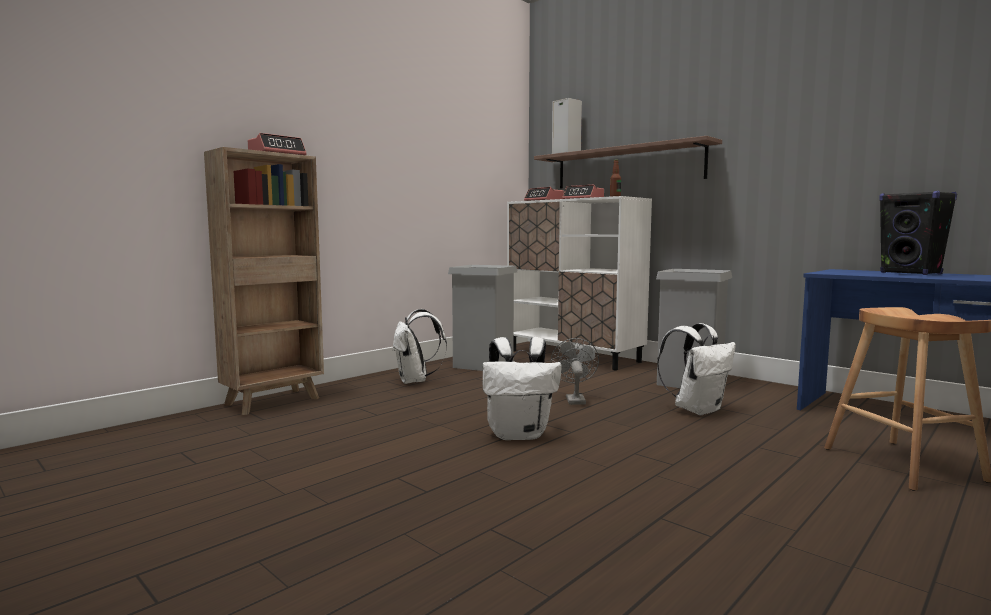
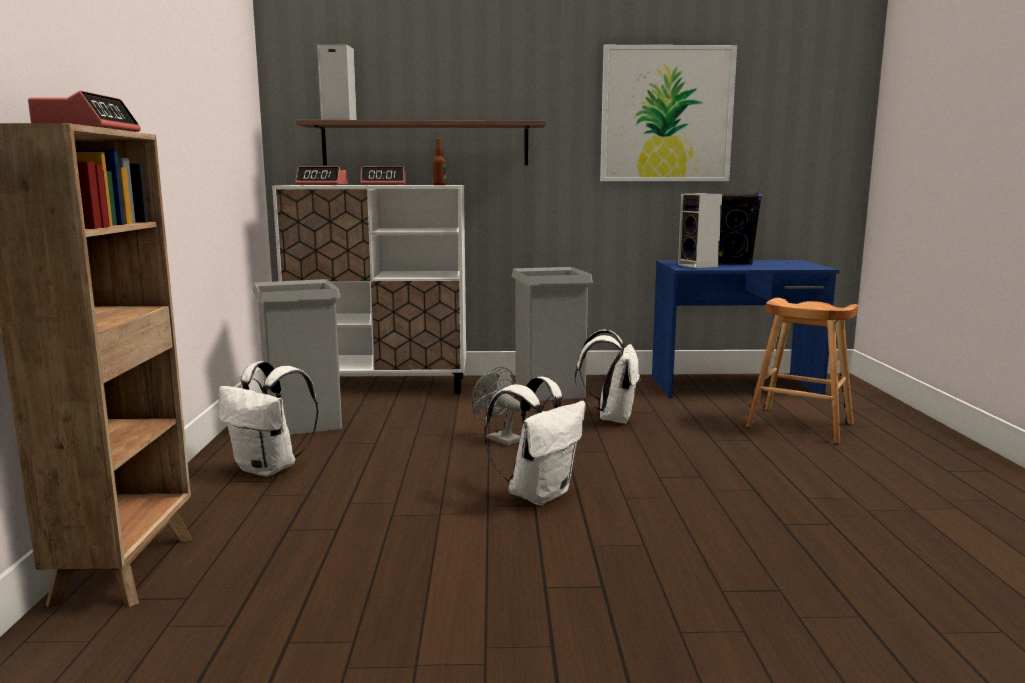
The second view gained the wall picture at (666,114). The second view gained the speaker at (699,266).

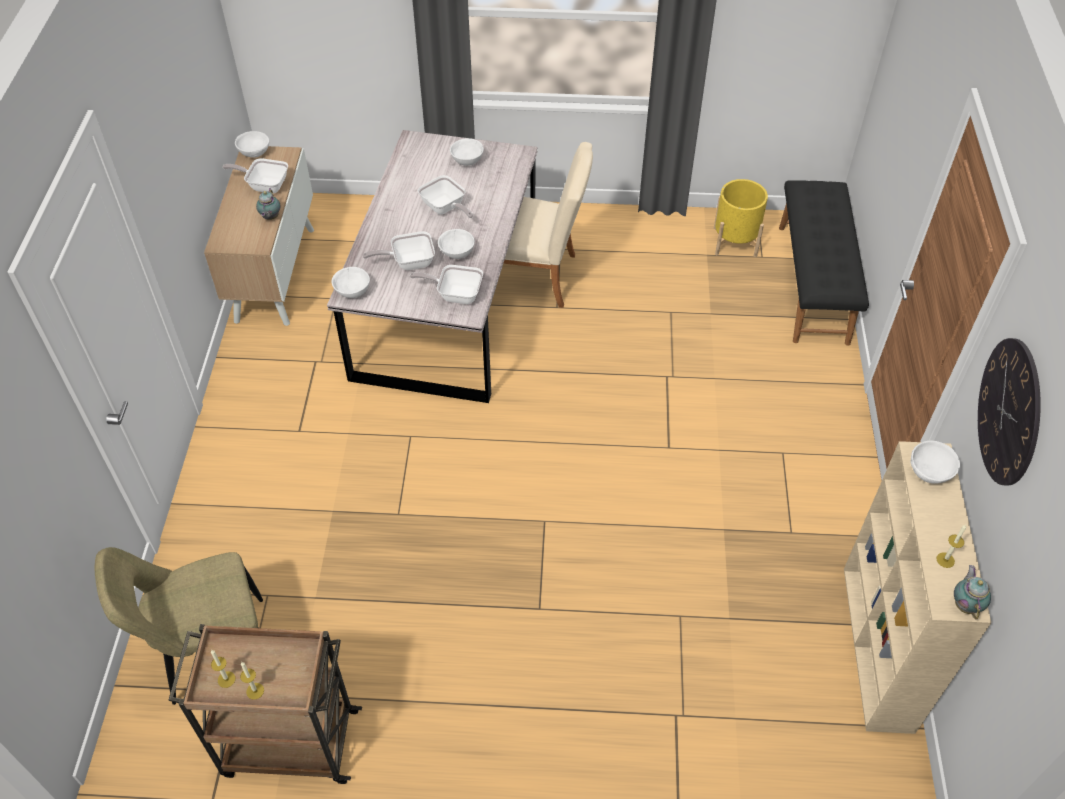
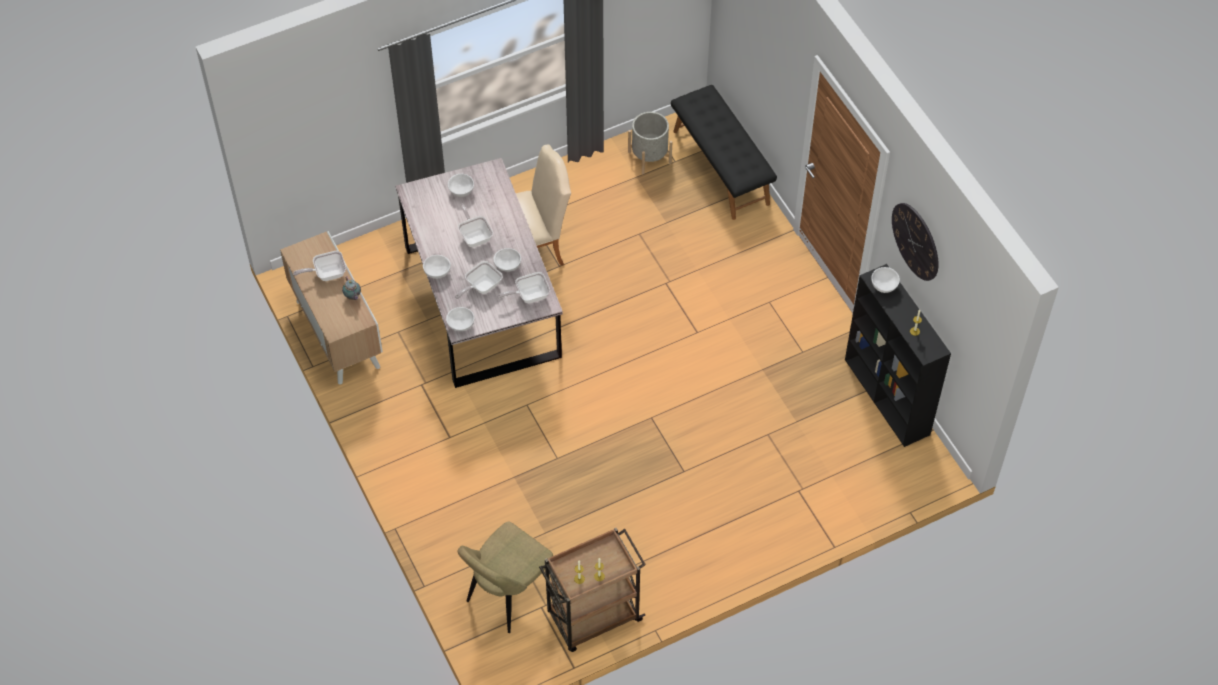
The deep dish (whitish) ended up elsewhere, having gone from (254,153) to (437,272). The skillet at (445,209) ended up facing another way, 135 degrees counterclockwise from before. What was the planter (yellow-coloured) at (735,241) turned into the planter (gray) at (649,157). What was the shelving unit (beige-coloured) at (878,649) turned into the shelving unit (black-coloured) at (888,397). The second view lost the teapot at (965,604).

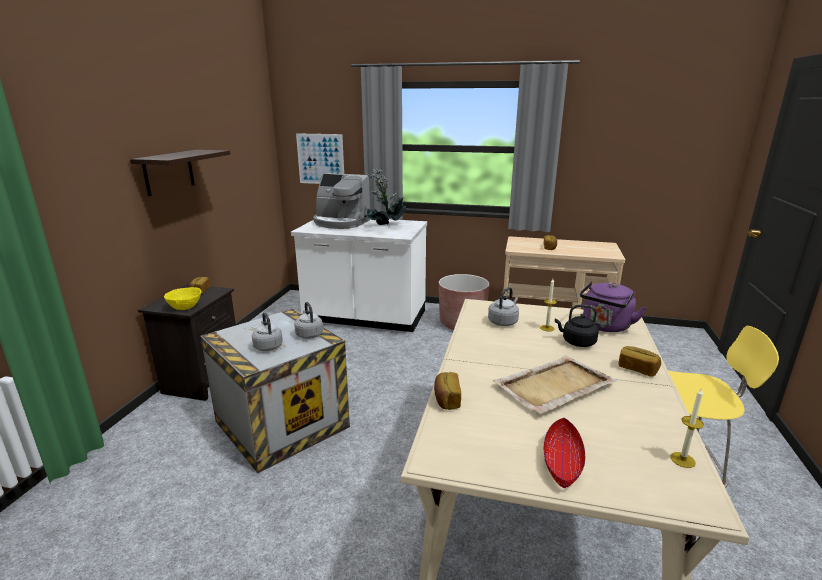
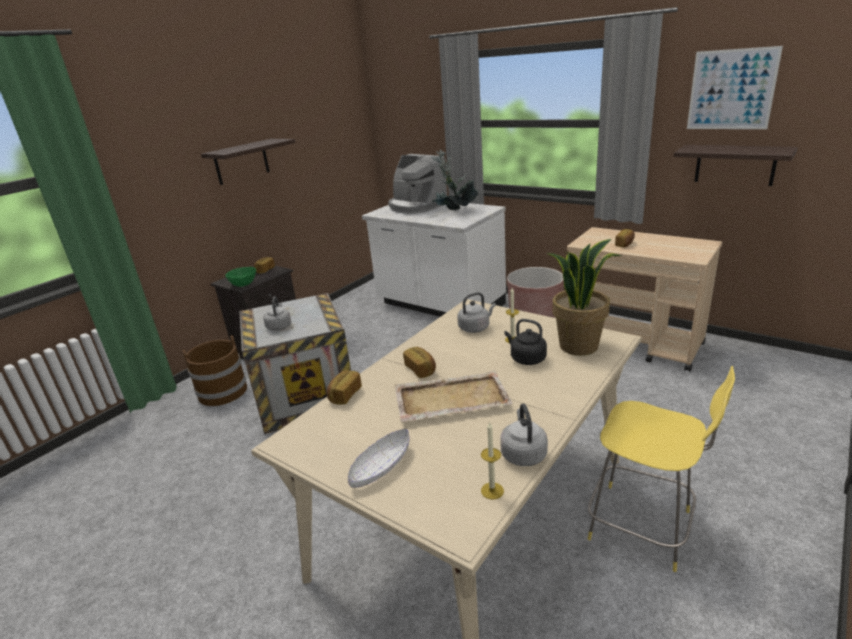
The second view gained the bucket (brown-coloured) at (223,391). What was the deep dish (yellow-coloured) at (185,307) turned into the deep dish (greenish) at (243,284). What was the deep dish (red-coloured) at (562,462) turned into the deep dish (whitish) at (381,467). The baked bread ended up elsewhere, having gone from (637,369) to (421,369). The water kettle (gray) ended up elsewhere, having gone from (309,334) to (523,453). Where the water kettle (purple-coloured) stood at (605,327), the houseplant came to stand at (578,346). The second view gained the shelf at (735,164). The wall picture ended up elsewhere, having gone from (320,159) to (731,90).

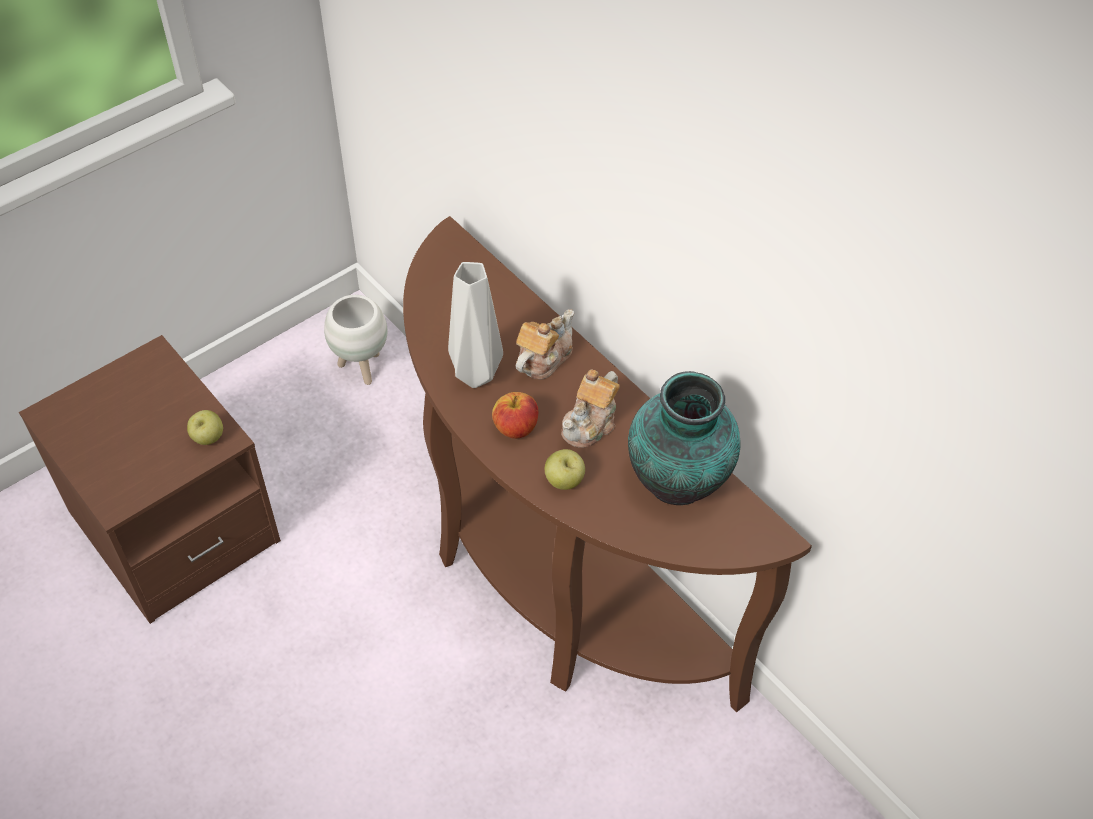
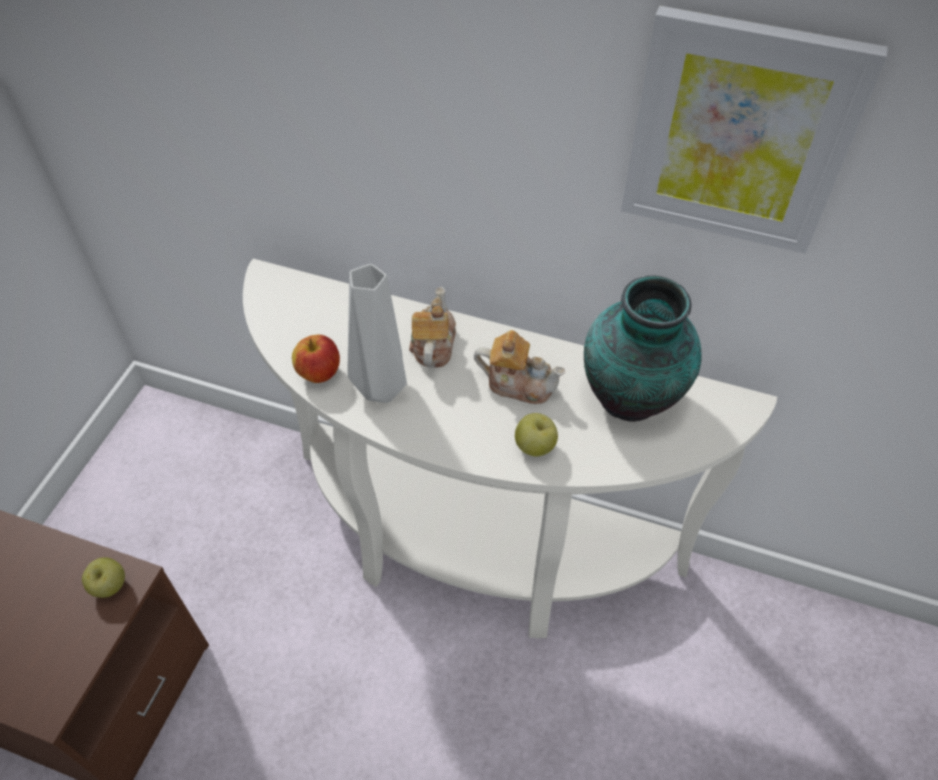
What was the hall table (brown-coloured) at (551,581) turned into the hall table (whitish) at (472,550). The apple fruit ended up elsewhere, having gone from (516,428) to (319,373). The teapot at (590,424) ended up facing another way, 75 degrees counterclockwise from before. The second view gained the wall picture at (739,134). The second view lost the planter (whitish) at (361,368).

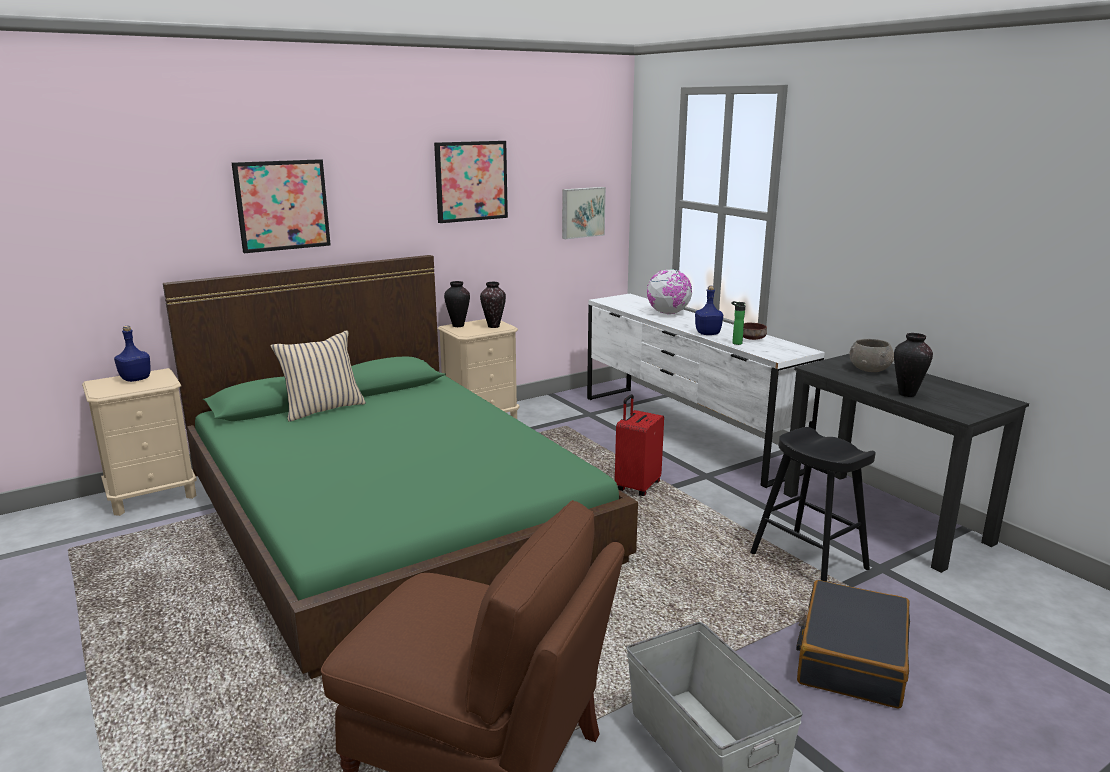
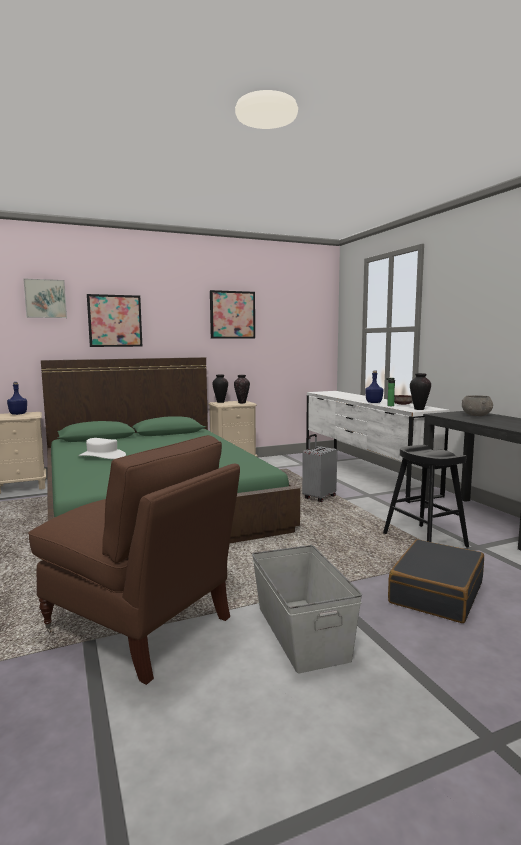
The wall picture ended up elsewhere, having gone from (582,212) to (45,298). The second view gained the hat (whitish) at (102,456). What was the piece of luggage (red-coloured) at (637,486) turned into the piece of luggage (gray) at (318,498). The vase ended up elsewhere, having gone from (906,394) to (418,409). The second view lost the throw pillow (beige-coloured) at (322,409). The second view lost the globe at (668,313).

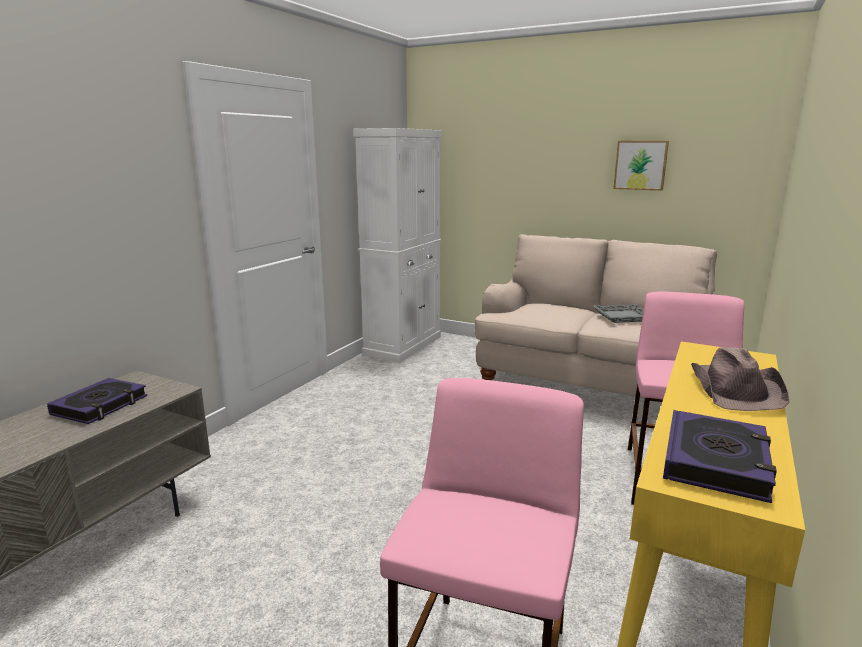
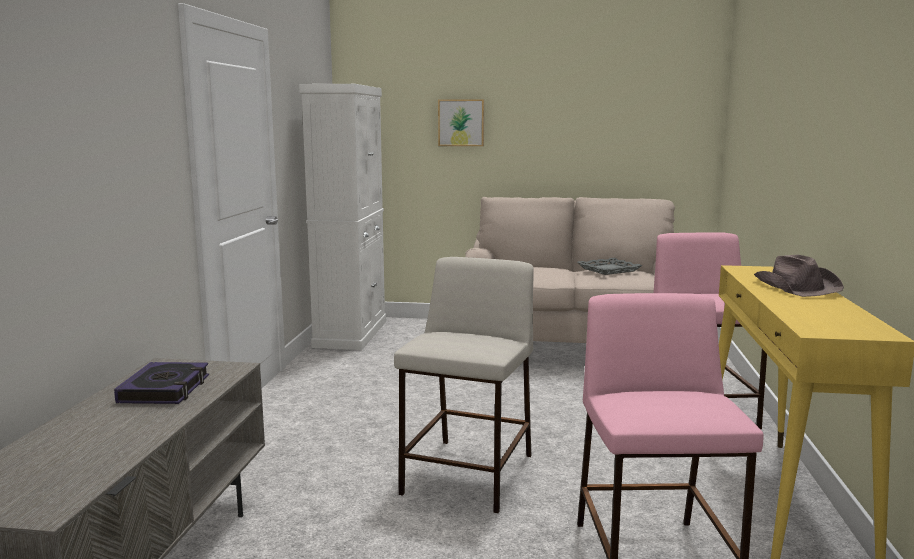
The second view gained the stool seat (beige-coloured) at (468,475). The wall picture ended up elsewhere, having gone from (640,165) to (461,122). The second view lost the volume at (715,462).

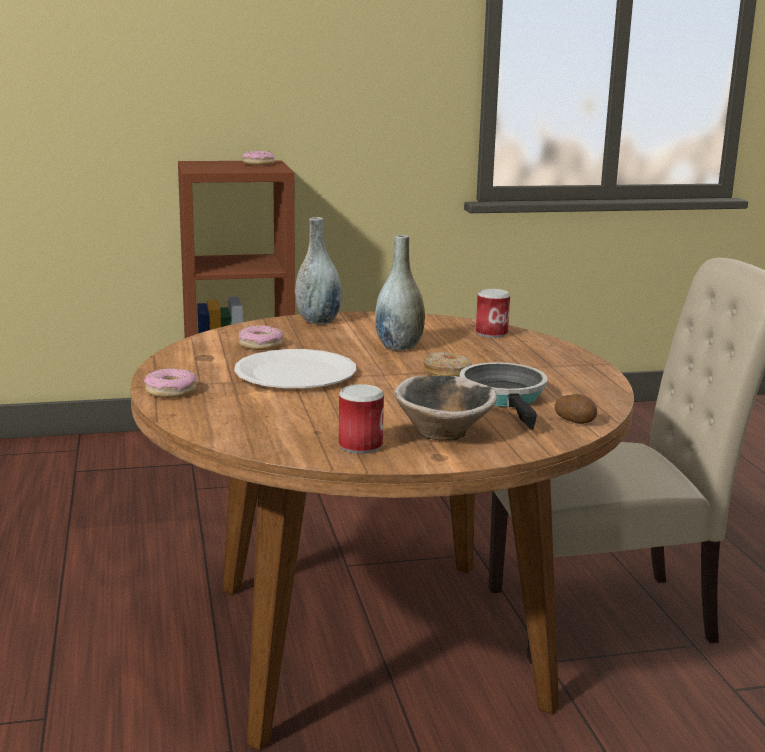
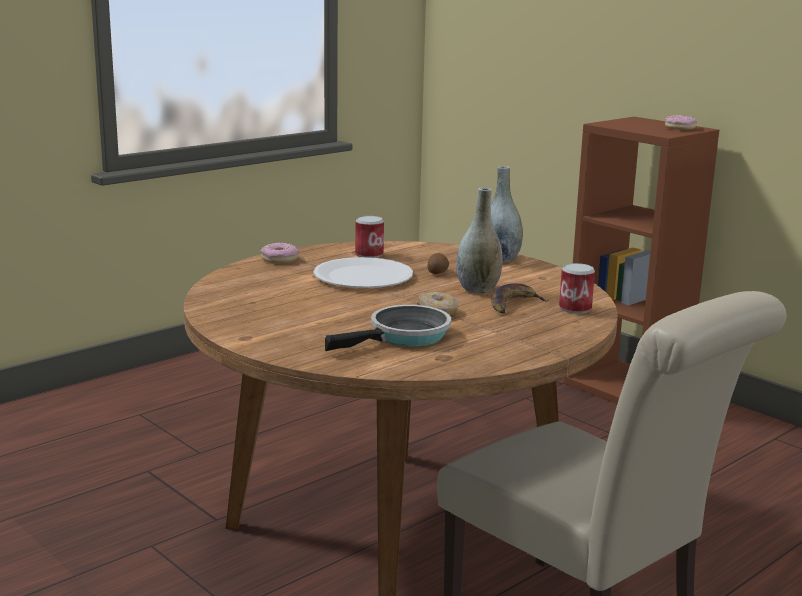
The sealed can ended up elsewhere, having gone from (360,446) to (369,255). The potato ended up elsewhere, having gone from (575,421) to (438,272). The second view gained the banana at (513,304). The second view lost the doughnut at (261,345). The second view lost the deep dish at (443,433).

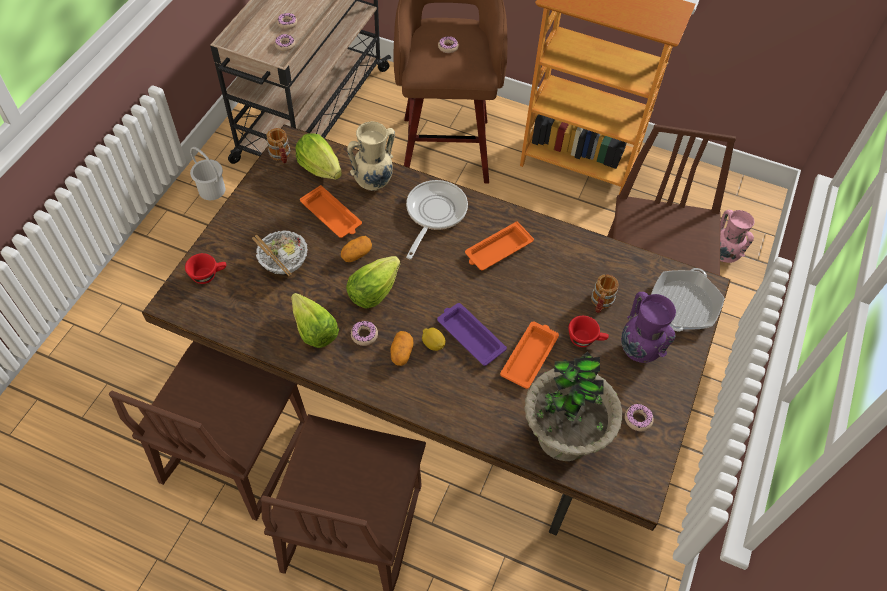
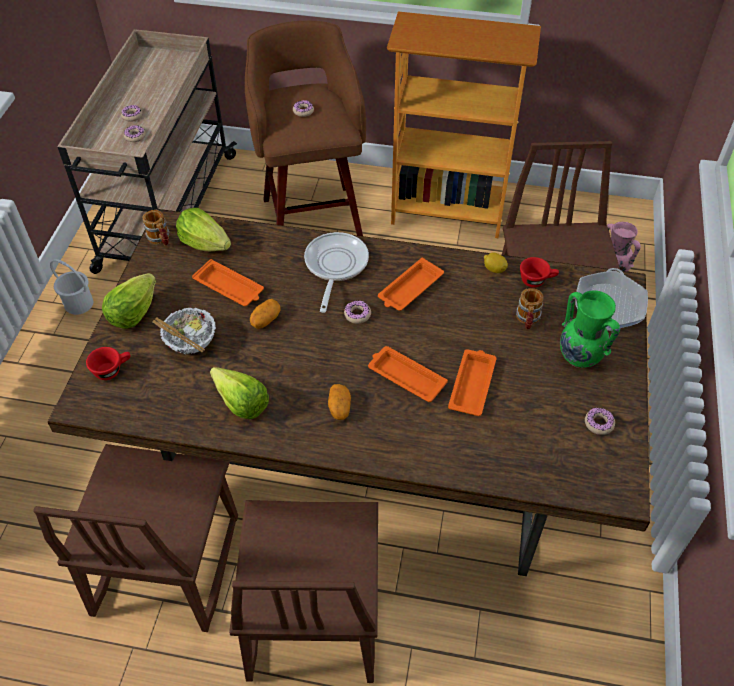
The head of lettuce ended up elsewhere, having gone from (373,292) to (133,313). The doughnut ended up elsewhere, having gone from (364,335) to (357,314). What was the serving tray (purple-coloured) at (469,336) turned into the serving tray (orange) at (405,376). The whole lemon ended up elsewhere, having gone from (433,344) to (494,269). The small cup (red-coloured) ended up elsewhere, having gone from (585,339) to (537,280). What was the vase (purple-coloured) at (638,352) turned into the vase (greenish) at (579,359). The second view lost the vase (beige-coloured) at (374,183). The second view lost the houseplant at (563,436).

